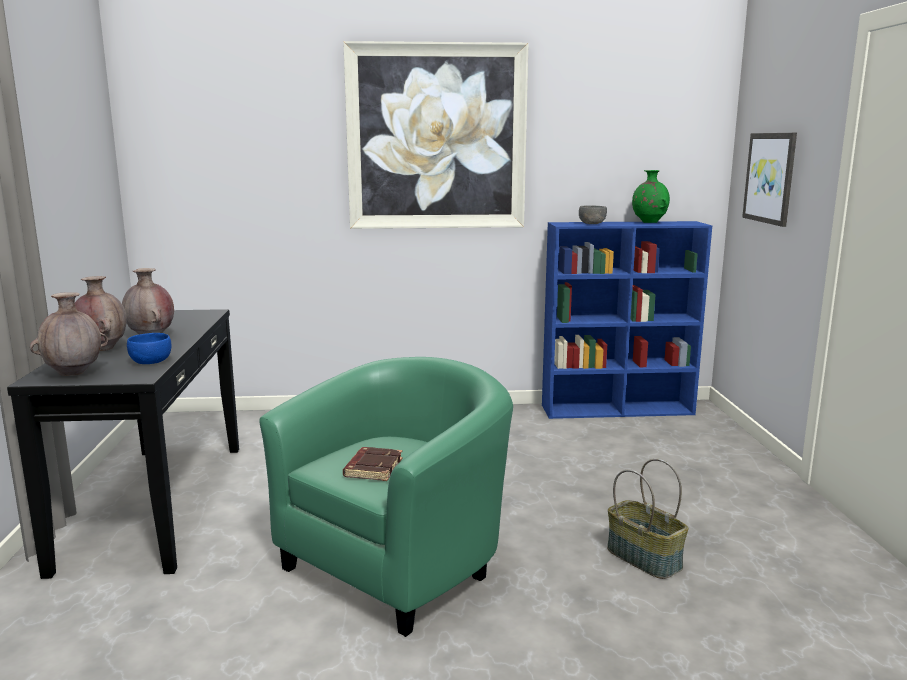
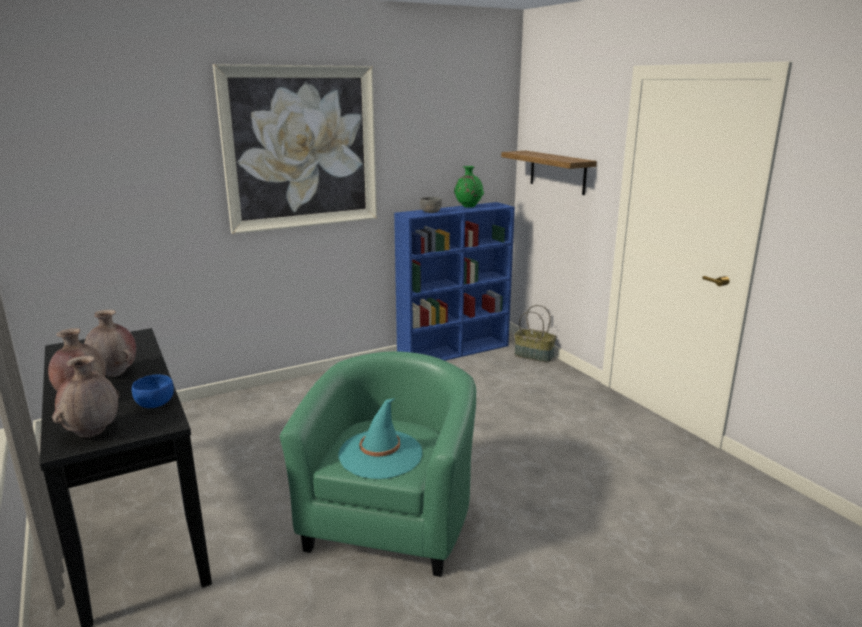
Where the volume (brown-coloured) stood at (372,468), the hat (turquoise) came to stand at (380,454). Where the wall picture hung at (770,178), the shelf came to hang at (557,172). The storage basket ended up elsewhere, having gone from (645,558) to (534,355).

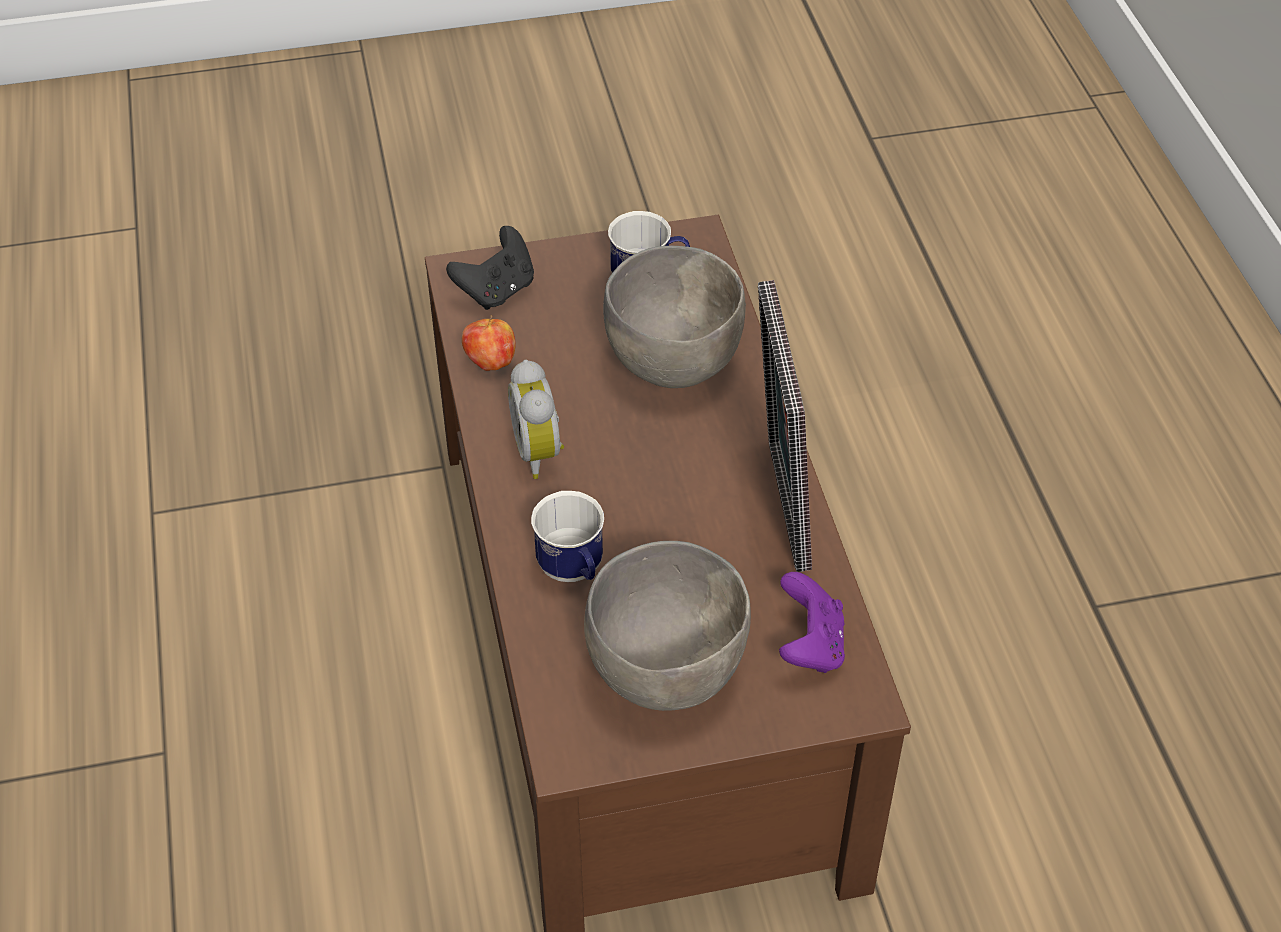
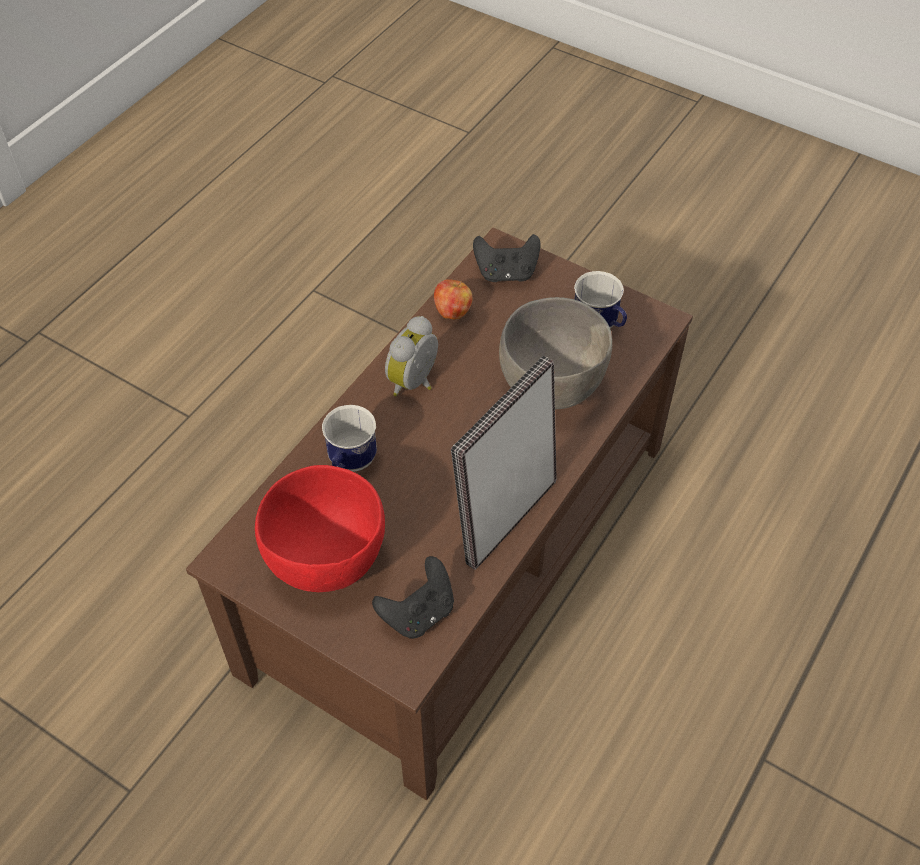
What was the deep dish (gray) at (665,673) turned into the deep dish (red-coloured) at (325,560). What was the joypad (purple-coloured) at (810,646) turned into the joypad (black-coloured) at (418,613).

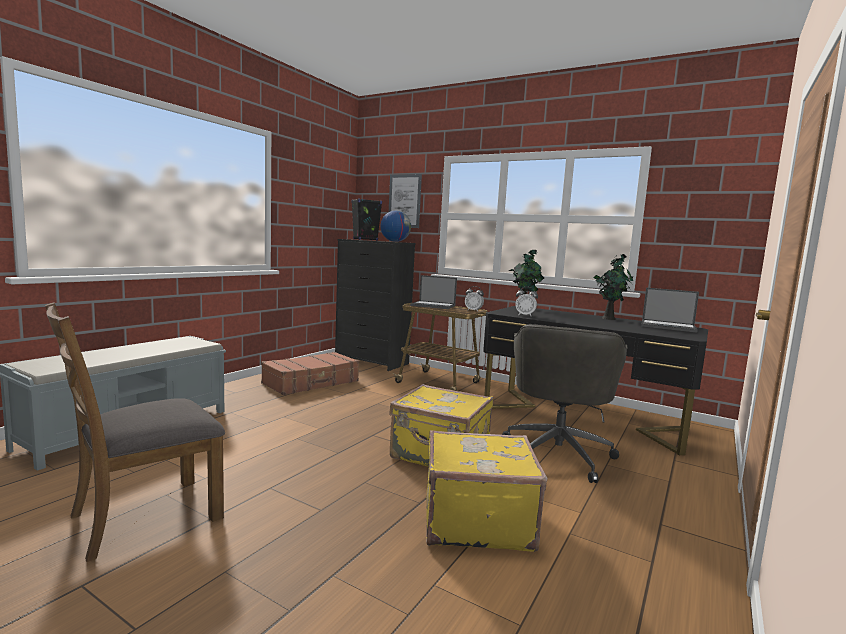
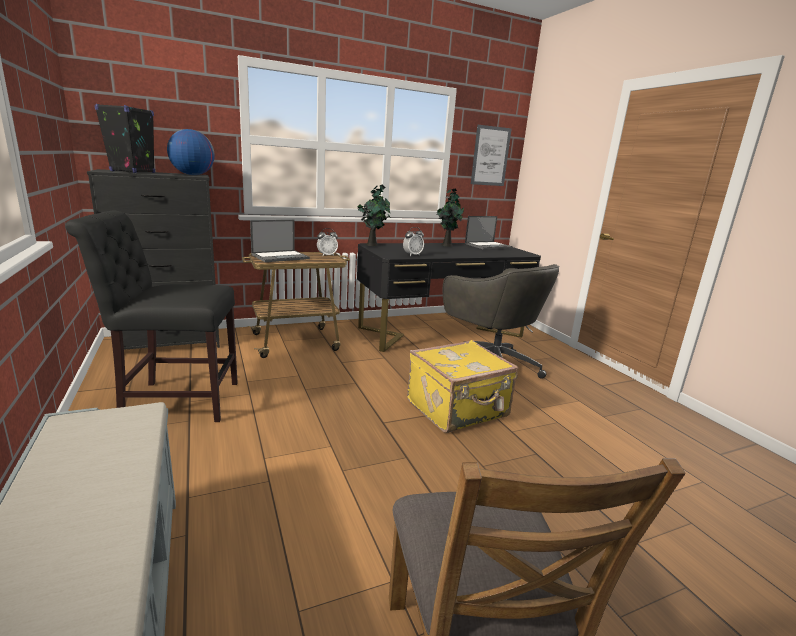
Where the piece of luggage (brown-coloured) stood at (311,382), the plain chair (black-coloured) came to stand at (175,400). The wall picture ended up elsewhere, having gone from (404,201) to (490,156). The second view lost the piece of luggage (yellow-coloured) at (476,520).

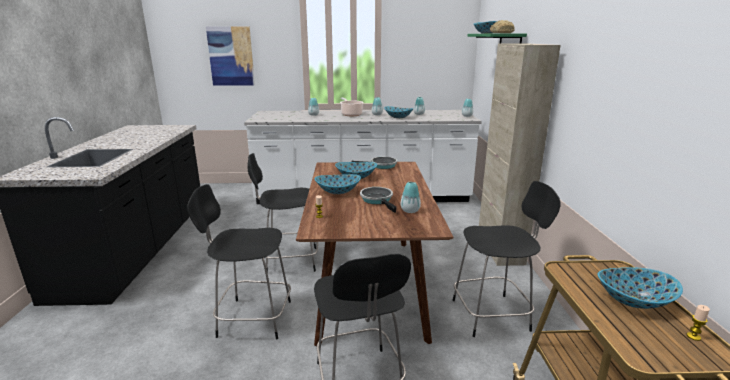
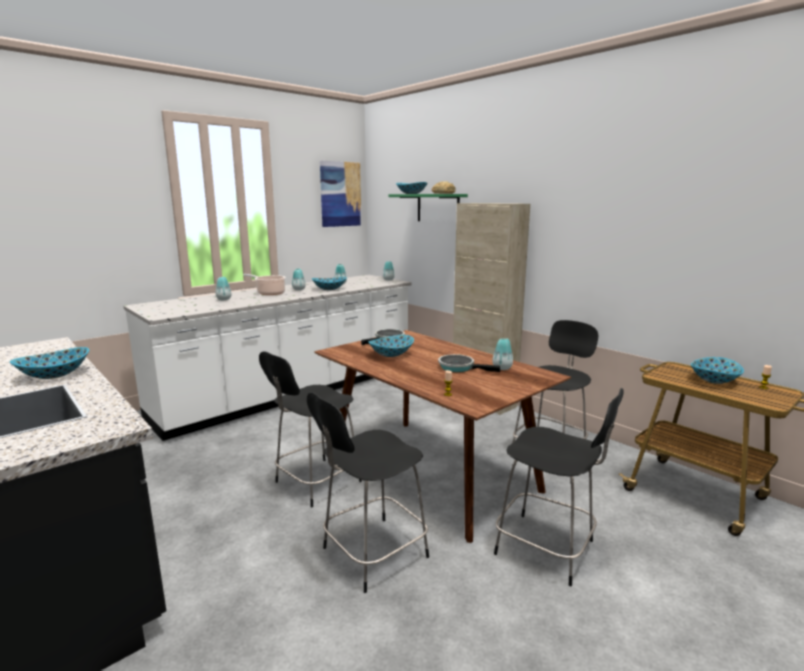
The deep dish ended up elsewhere, having gone from (337,191) to (54,375). The wall picture ended up elsewhere, having gone from (231,56) to (340,194).

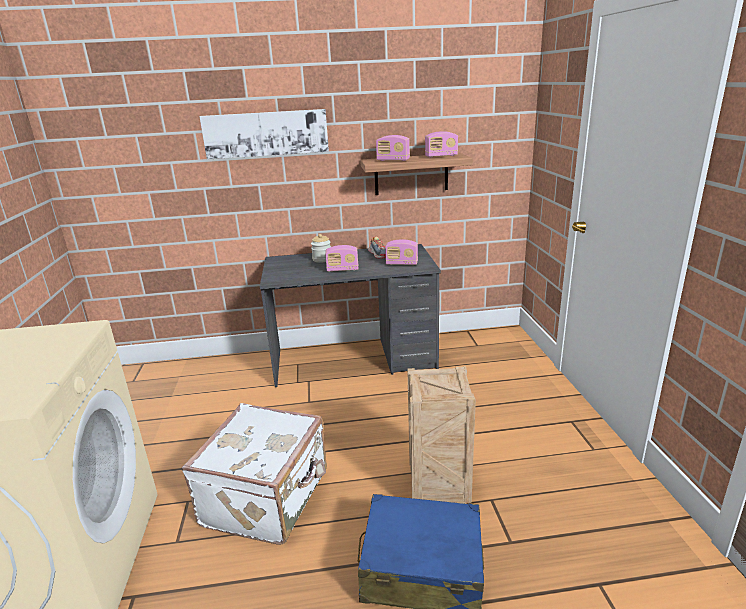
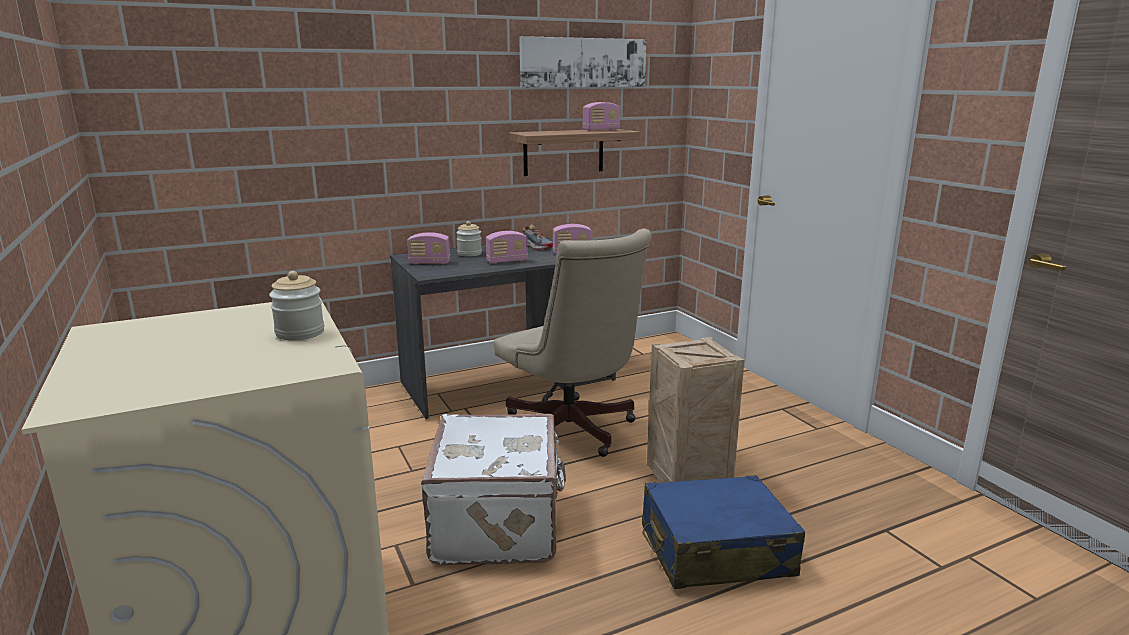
The second view gained the jar at (300,333). The radio ended up elsewhere, having gone from (393,160) to (429,263). The second view gained the computer chair (beige-coloured) at (572,432). The wall picture ended up elsewhere, having gone from (266,133) to (583,62).

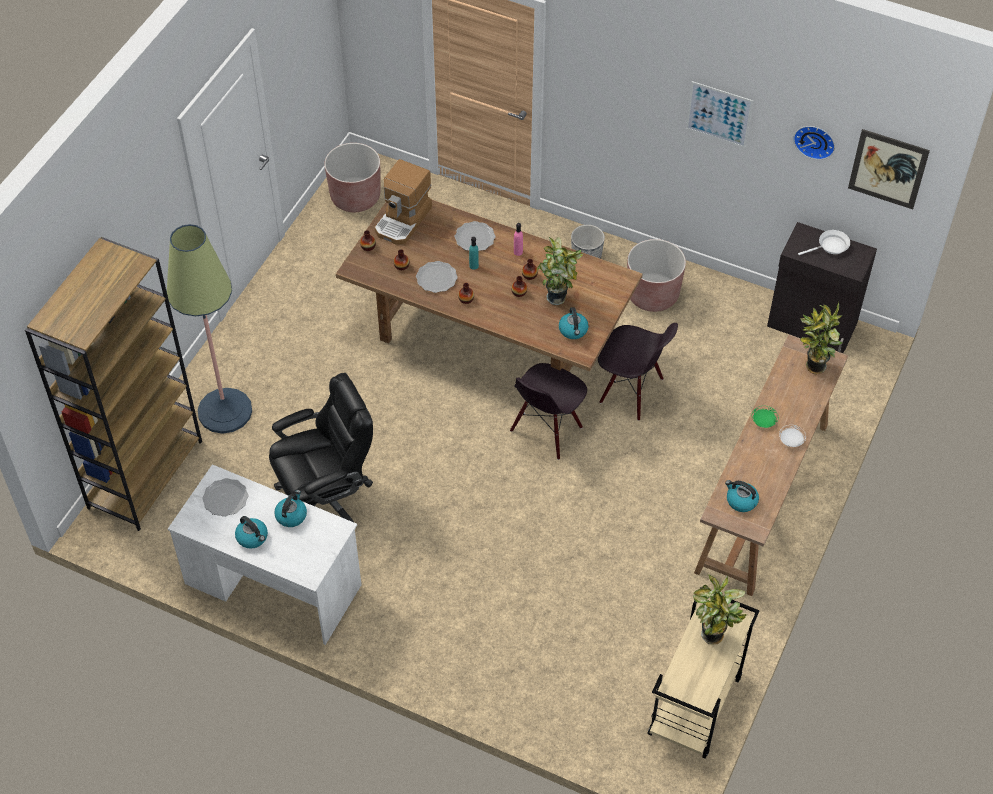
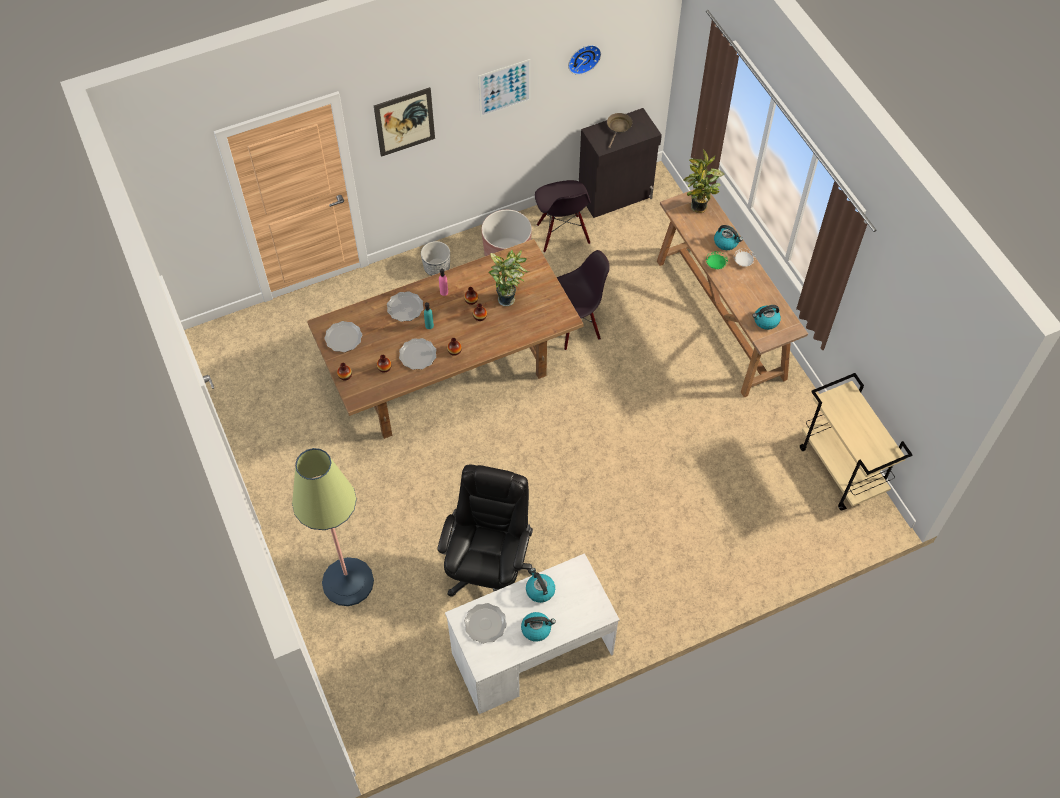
Where the coffee maker stood at (403,220), the dinner plate came to stand at (343,337). The wall picture ended up elsewhere, having gone from (888,169) to (404,122). The plain chair (black-coloured) ended up elsewhere, having gone from (547,430) to (562,234). What was the skillet (whitish) at (830,246) turned into the skillet (brown-coloured) at (618,128). The water kettle ended up elsewhere, having gone from (573,330) to (726,242). The second view lost the shelving unit (brown-coloured) at (145,473). The second view lost the planter (brown-coloured) at (355,197). The second view lost the houseplant at (713,638).

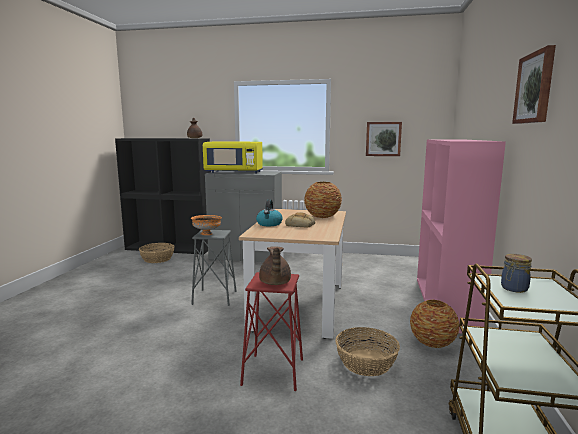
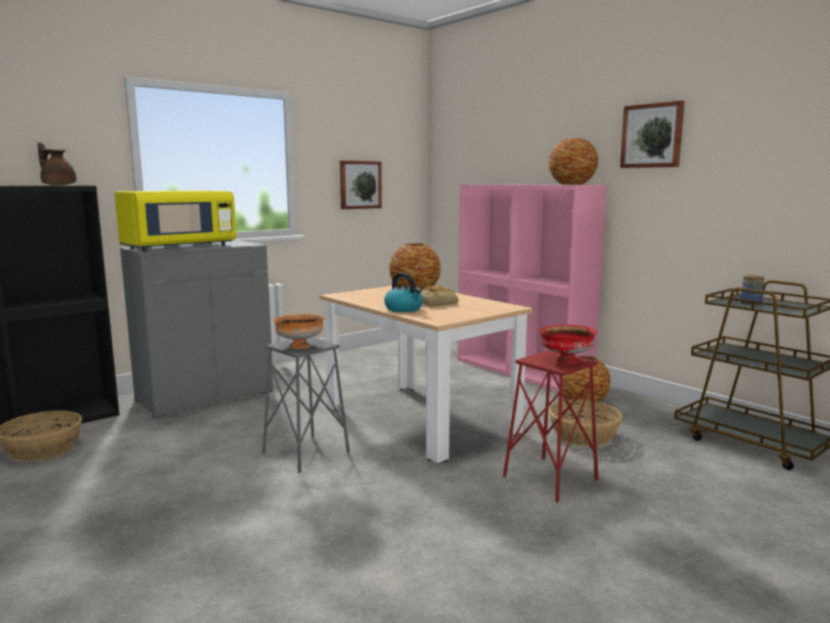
Where the teapot (brown-coloured) stood at (274,283), the deep dish (red-coloured) came to stand at (566,361). The second view gained the vase at (571,184).

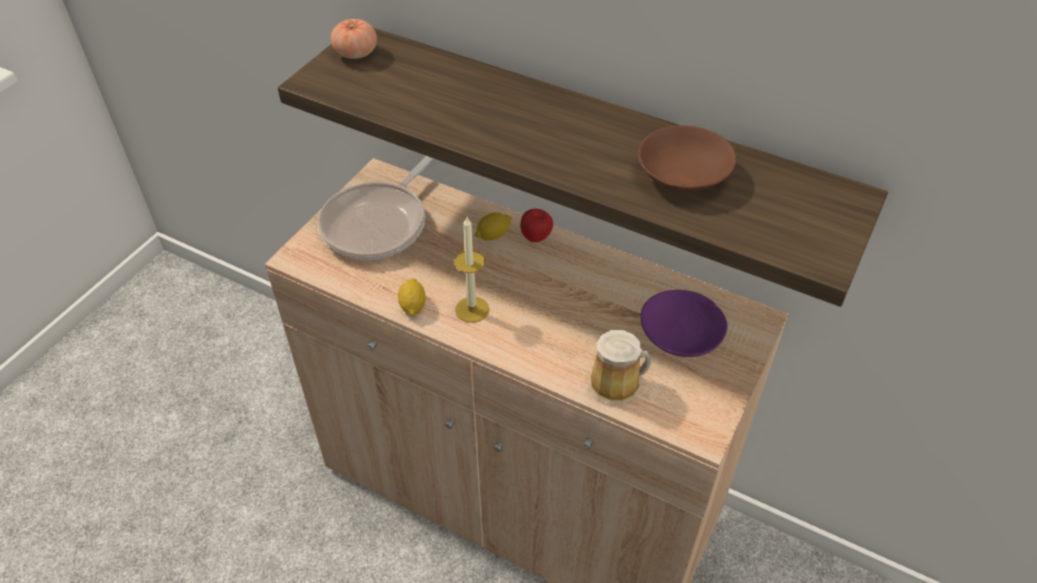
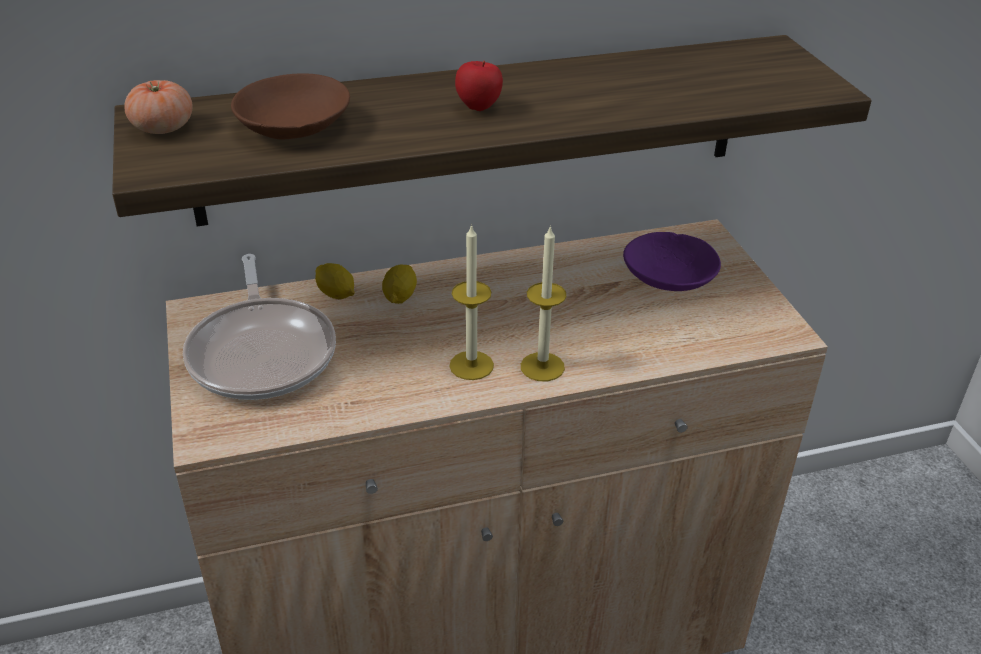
The deep dish (brown-coloured) ended up elsewhere, having gone from (682,174) to (293,127). The whole lemon ended up elsewhere, having gone from (413,306) to (336,294). The apple fruit ended up elsewhere, having gone from (536,238) to (479,108). The second view gained the candle at (542,367). The second view lost the tea mug at (618,383).

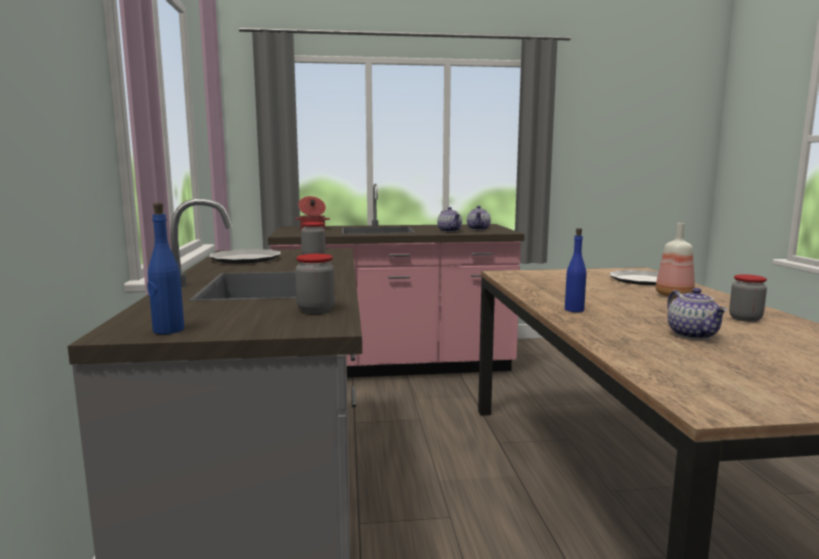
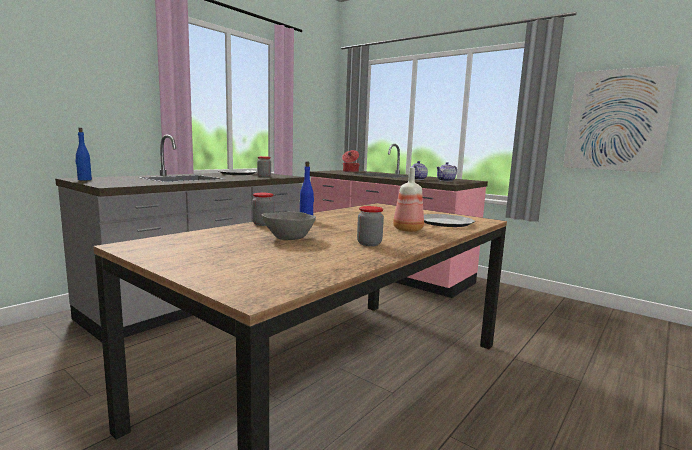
The jar ended up elsewhere, having gone from (316,310) to (263,224). Where the teapot stood at (694,335), the deep dish (gray) came to stand at (289,238). The second view gained the wall picture at (616,120).

